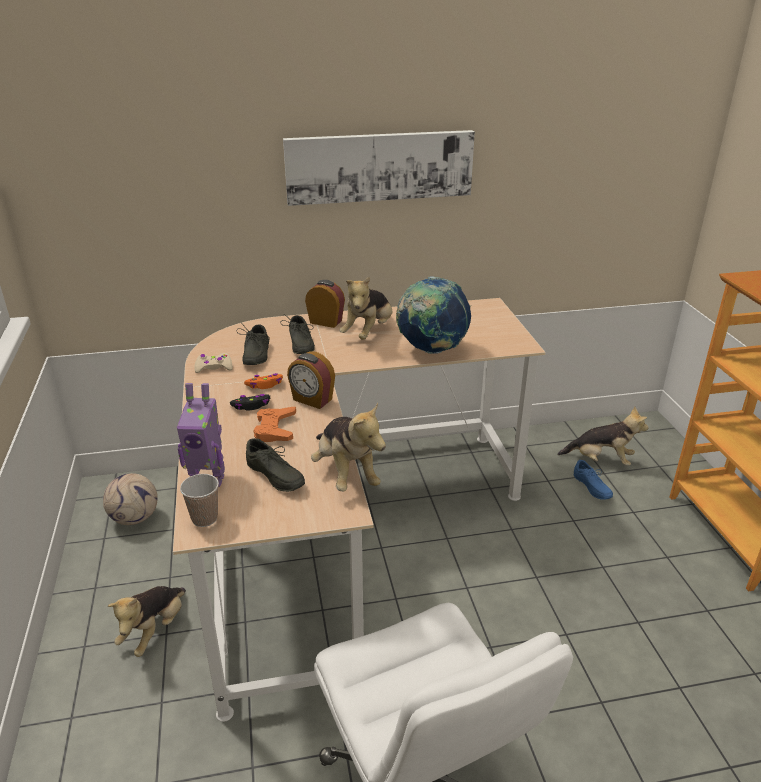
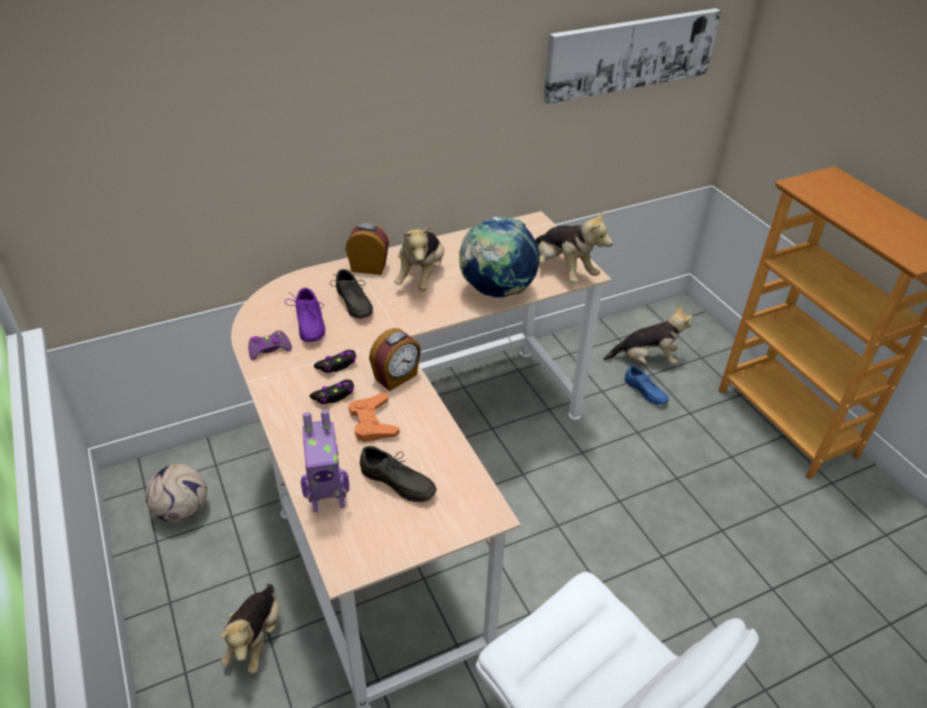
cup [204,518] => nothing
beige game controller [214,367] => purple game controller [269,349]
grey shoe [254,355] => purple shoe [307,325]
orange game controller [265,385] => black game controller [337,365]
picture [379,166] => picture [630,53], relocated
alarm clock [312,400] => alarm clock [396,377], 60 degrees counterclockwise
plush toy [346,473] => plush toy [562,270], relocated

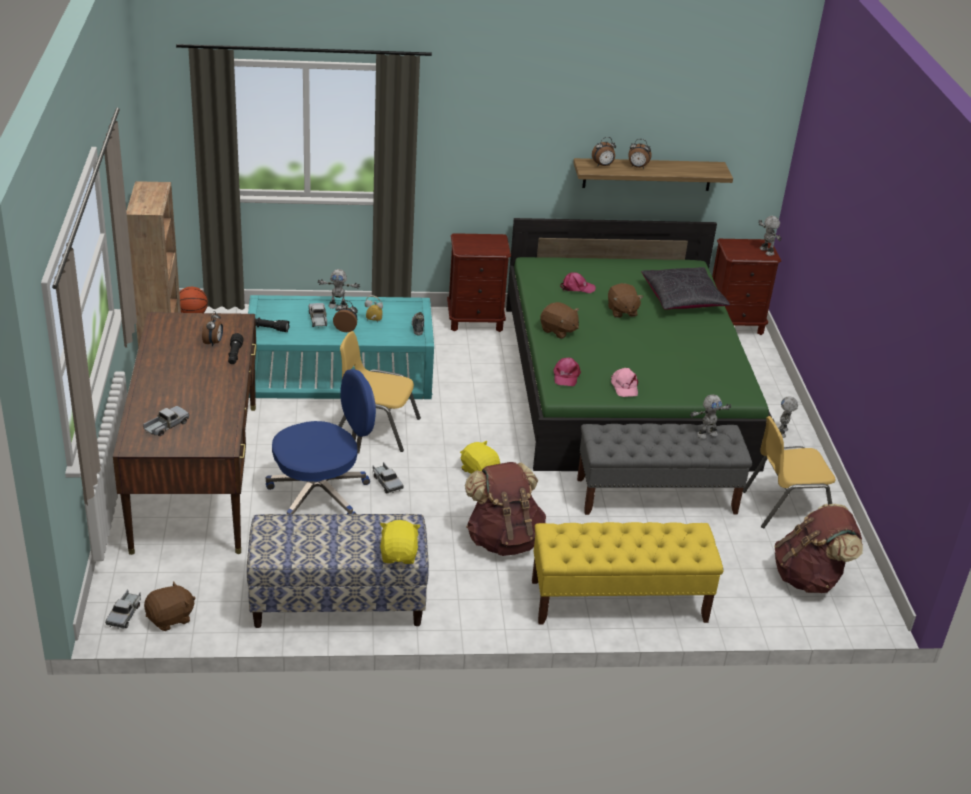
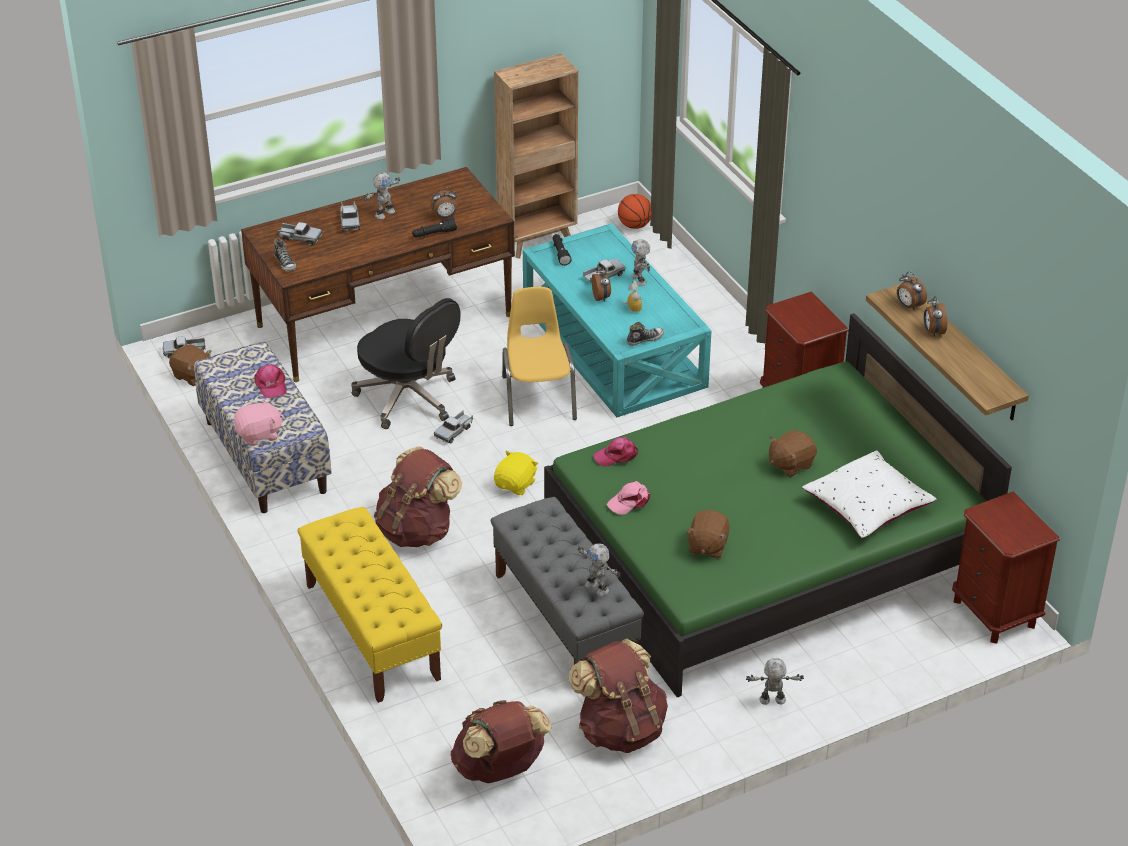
blue office chair [321,493] => black office chair [409,398]
yellow plush toy [399,555] => pink plush toy [259,435]
brown plush toy [558,330] => brown plush toy [707,546], relocated
pink cap [577,288] => pink cap [270,385], relocated
black pillow [682,299] => white pillow [867,506]
yellow chair [786,506] => brown backpack [620,729]
toy robot [766,251] => toy robot [384,213], relocated
nothing => shoe [285,263]
nothing => toy truck [350,221]

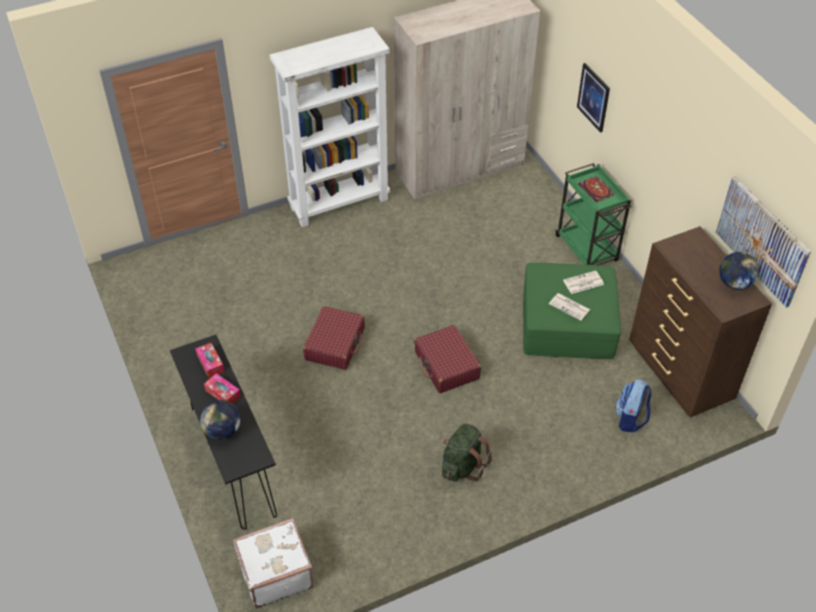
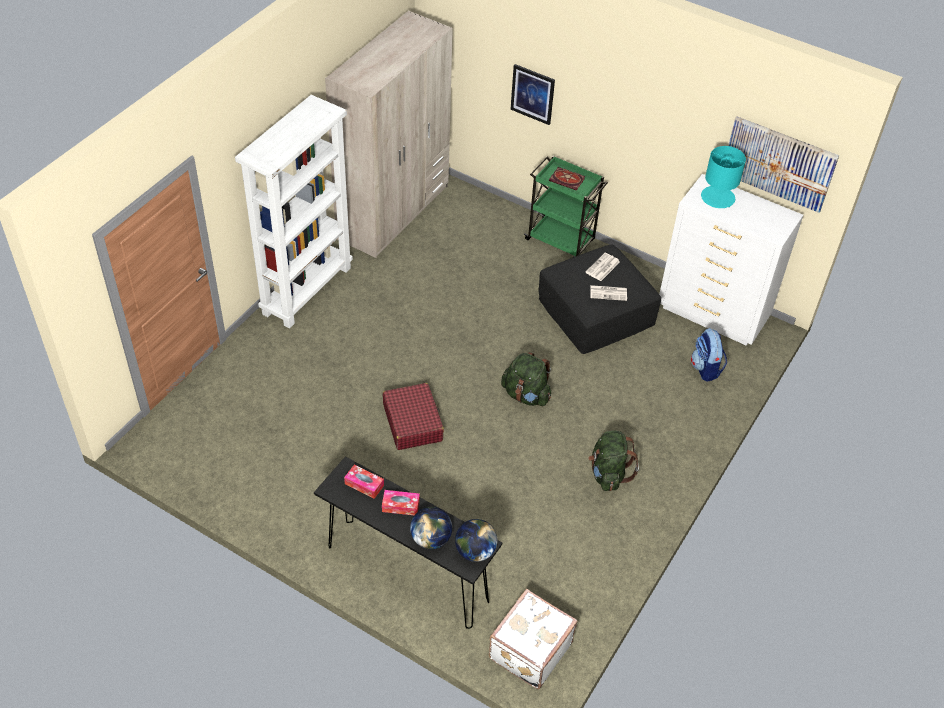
red suitcase [446,366] => green backpack [526,395]
green ottoman [568,323] => black ottoman [596,312]
brown dresser [679,374] => white dresser [713,314]
globe [734,283] => globe [475,551], relocated
nothing => turquoise table lamp [718,197]

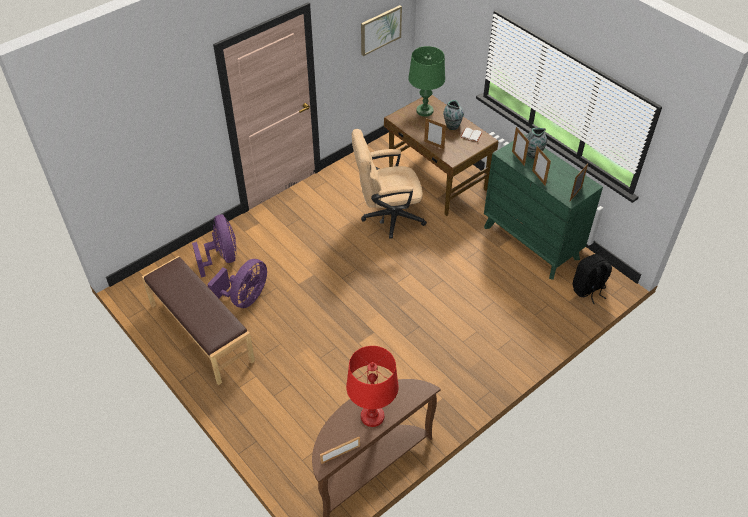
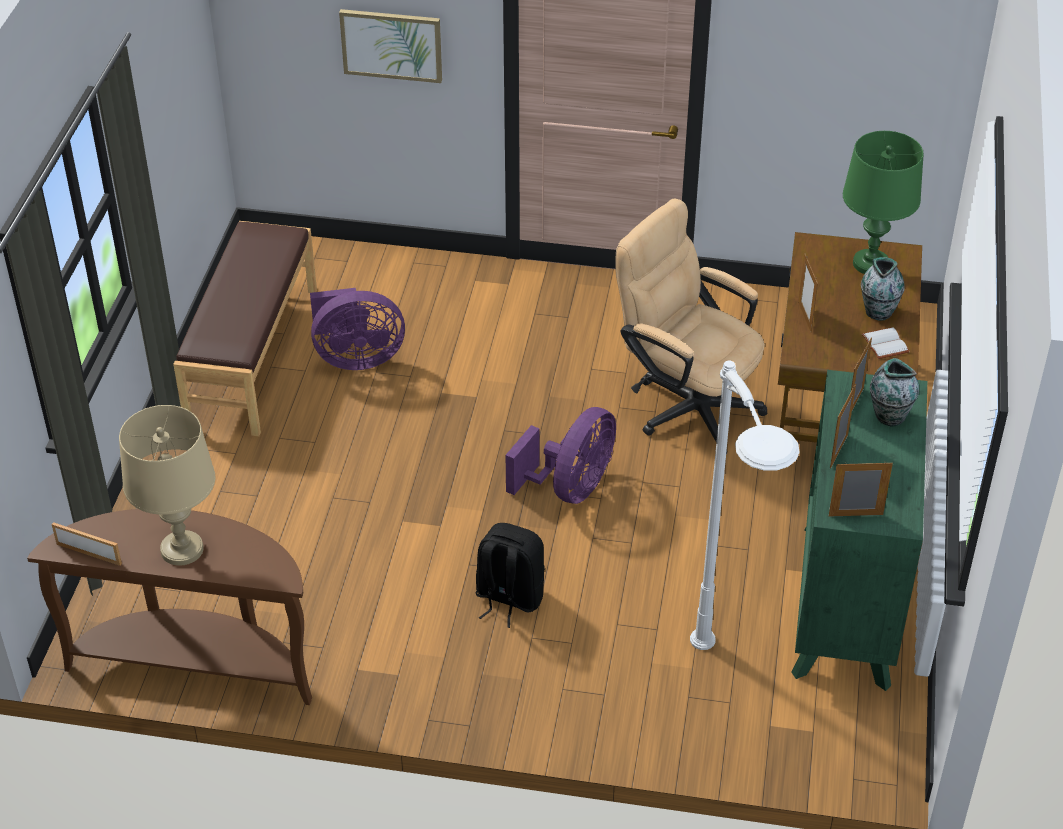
purple fan [222,258] => purple fan [570,488], relocated
red table lamp [372,416] => beige table lamp [182,549]
picture [380,30] => picture [391,44], relocated
black backpack [588,290] => black backpack [508,598], relocated
nothing => white floor lamp [724,704]

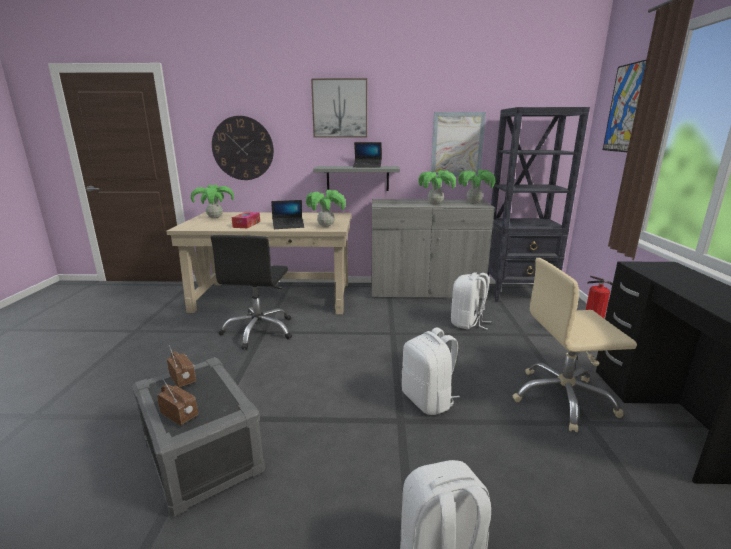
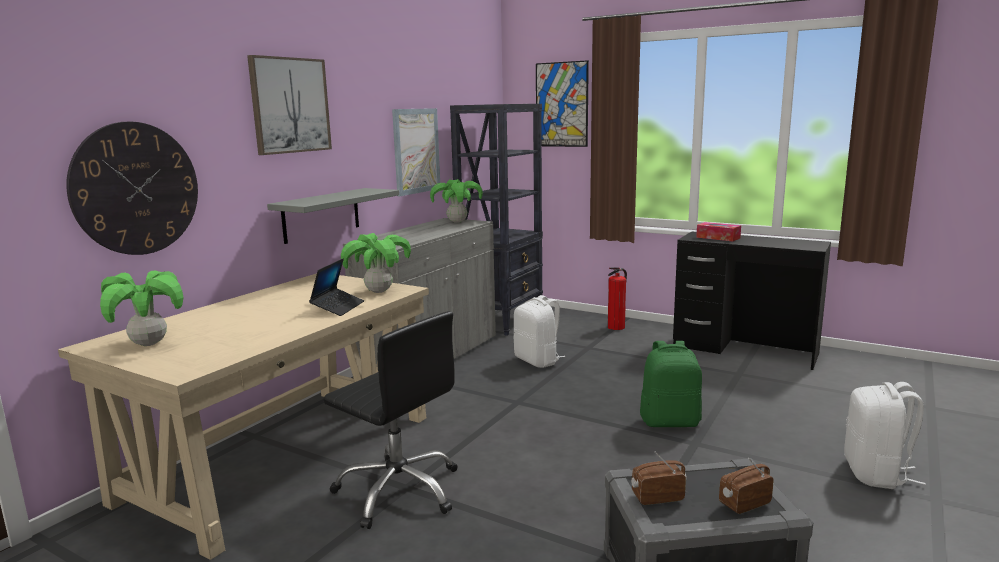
tissue box [246,224] => tissue box [718,237], relocated
laptop [367,166] => nothing
white backpack [428,400] => green backpack [670,421]
potted plant [435,204] => nothing
beige office chair [562,399] => nothing

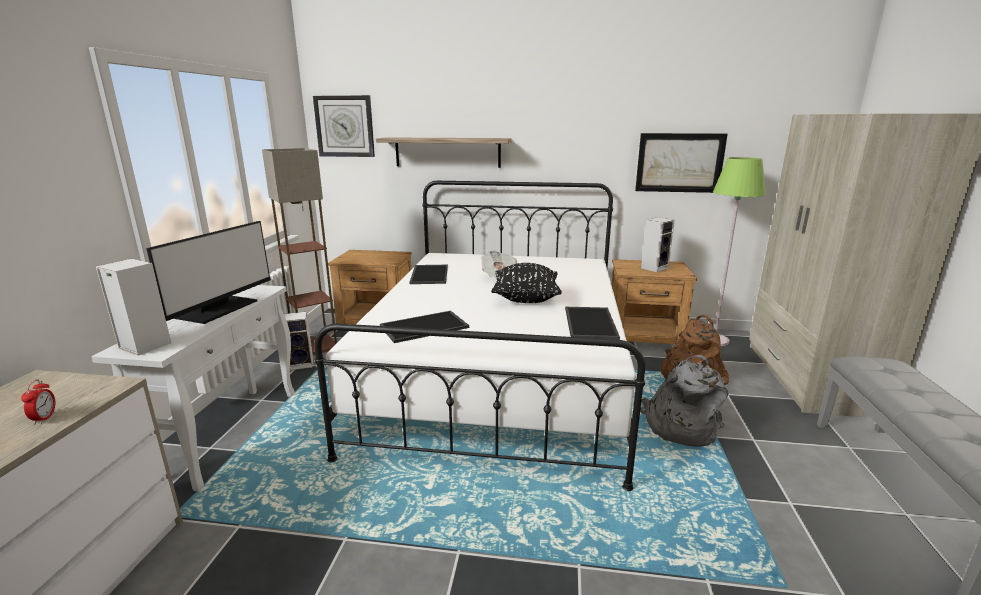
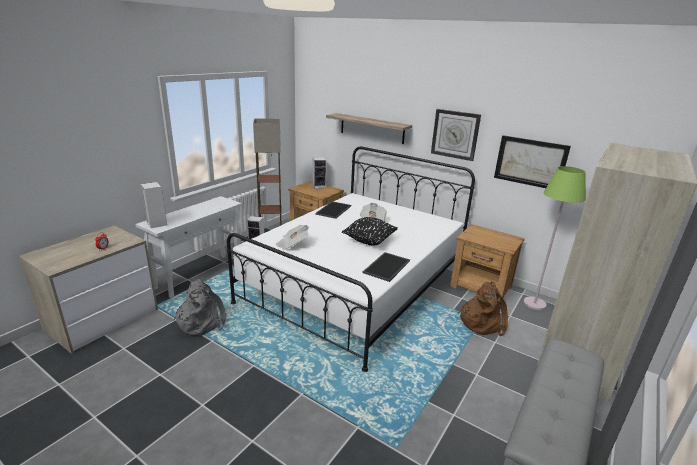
monitor [218,309] => nothing
wall clock [344,126] => wall clock [455,134], relocated
tray [424,327] => newspaper [292,244]
grey backpack [679,427] => grey backpack [202,321], relocated
speaker [654,268] => speaker [319,186], relocated

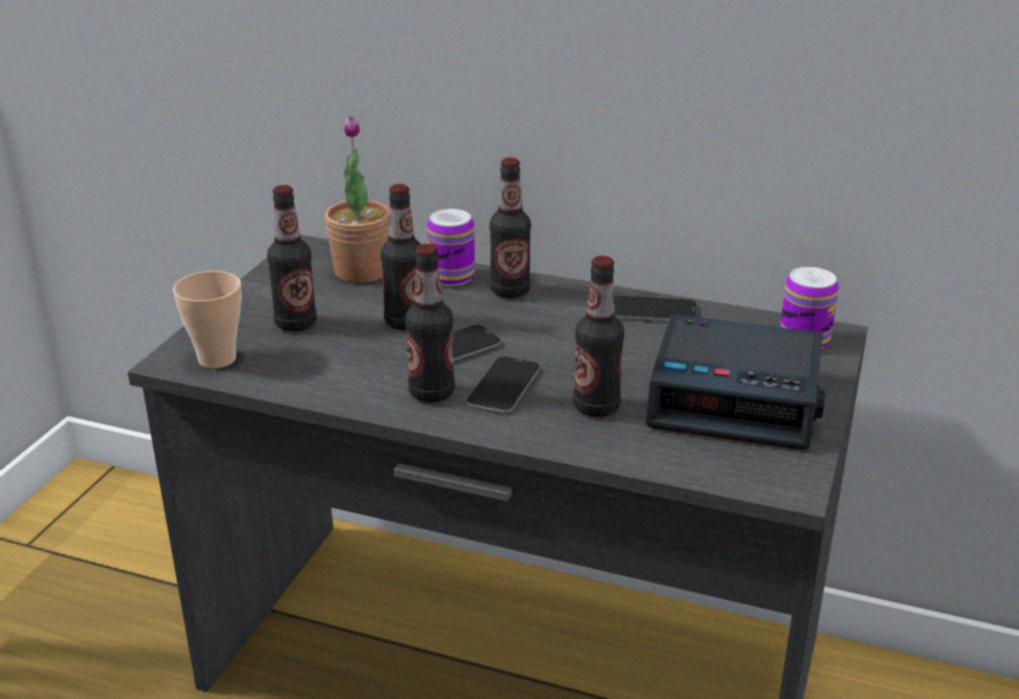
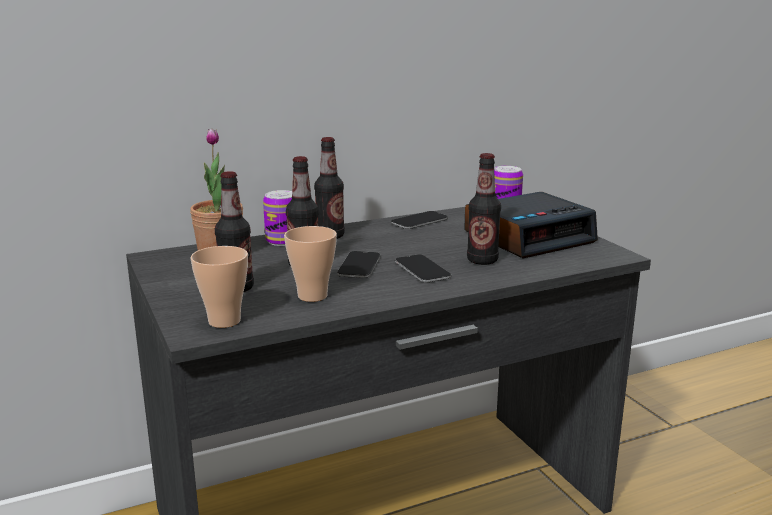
bottle [431,393] => nothing
nothing => cup [312,296]

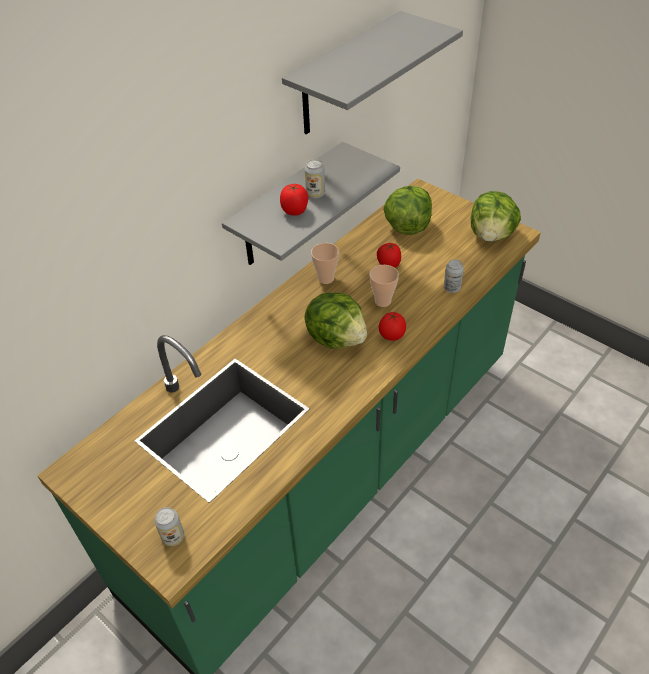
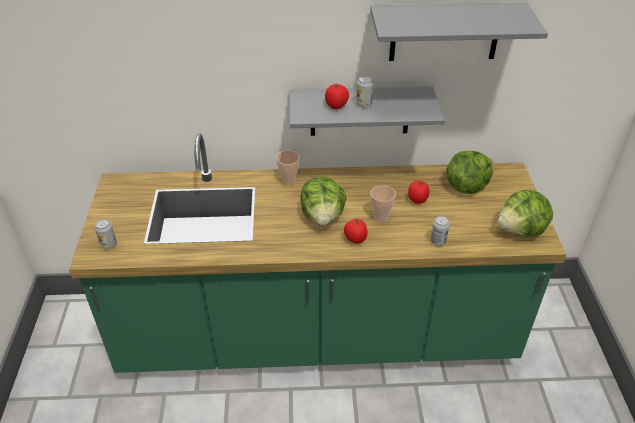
cup [326,278] => cup [288,181], relocated

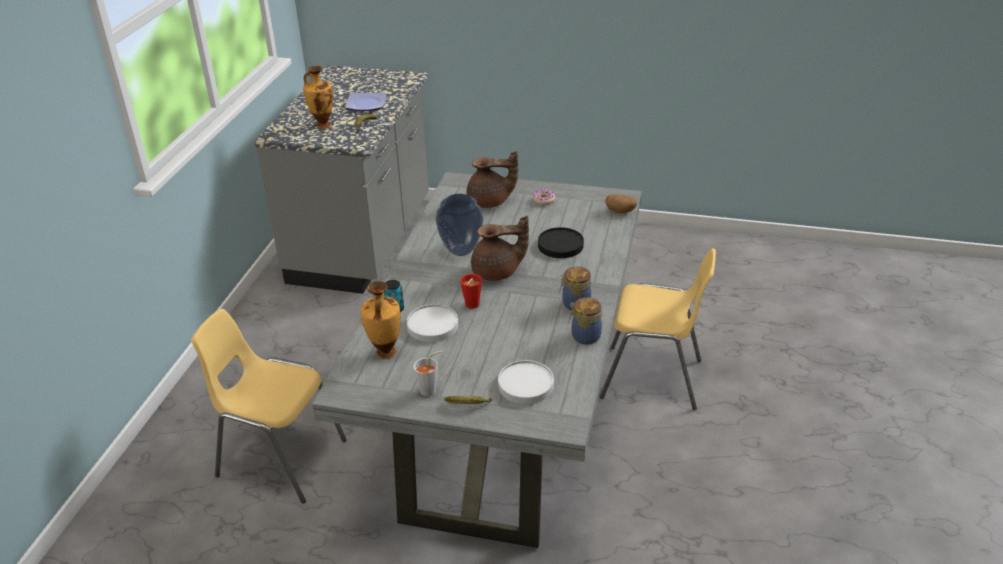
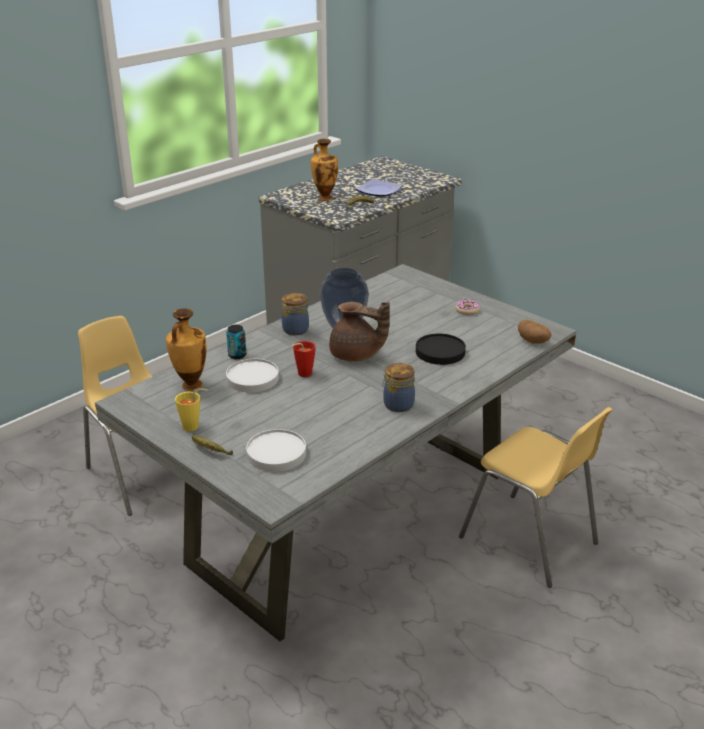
grey cup [431,390] => yellow cup [194,427]
brown teapot [490,202] => nothing
jar [584,336] => jar [294,329], relocated

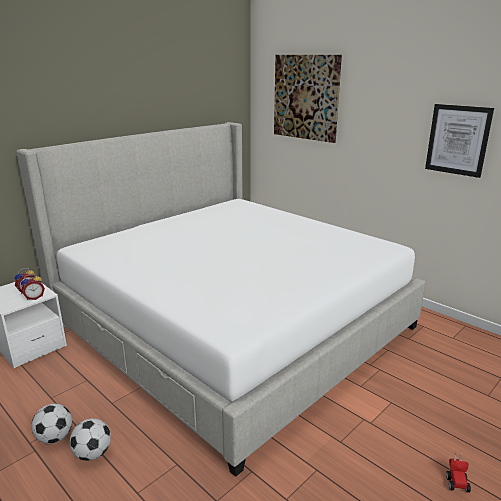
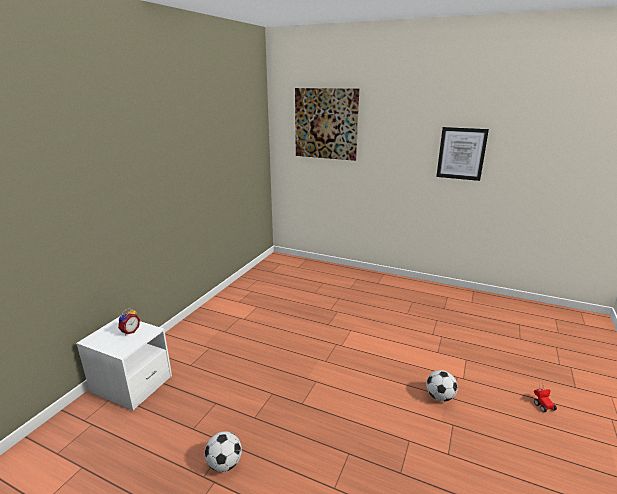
bed [232,325] => nothing
alarm clock [34,297] => nothing
football [93,453] => football [439,397], relocated

